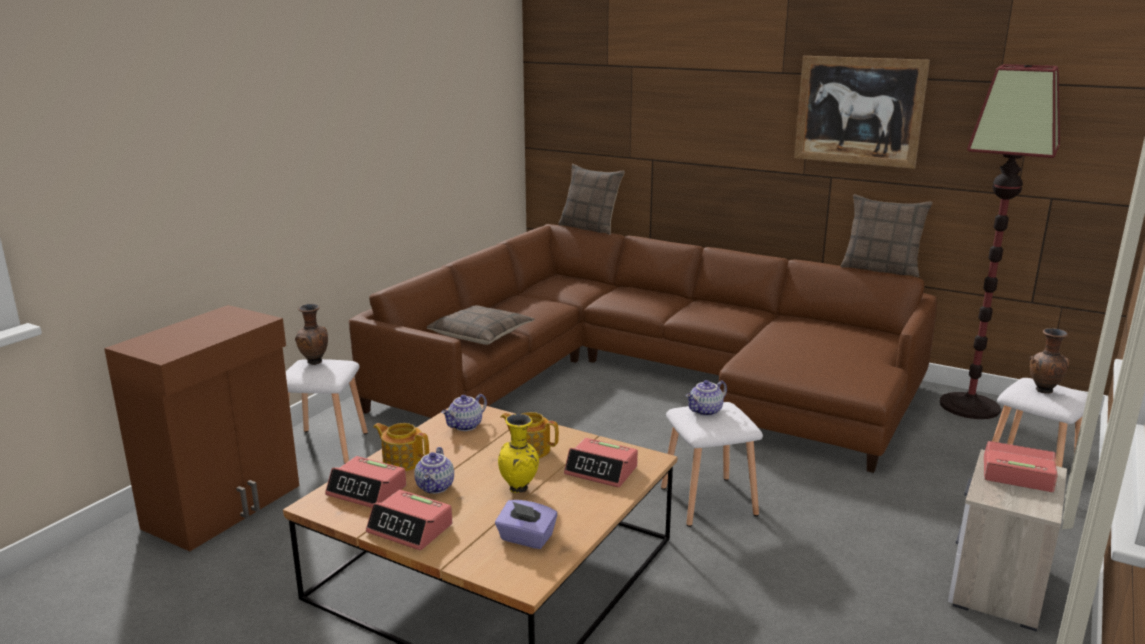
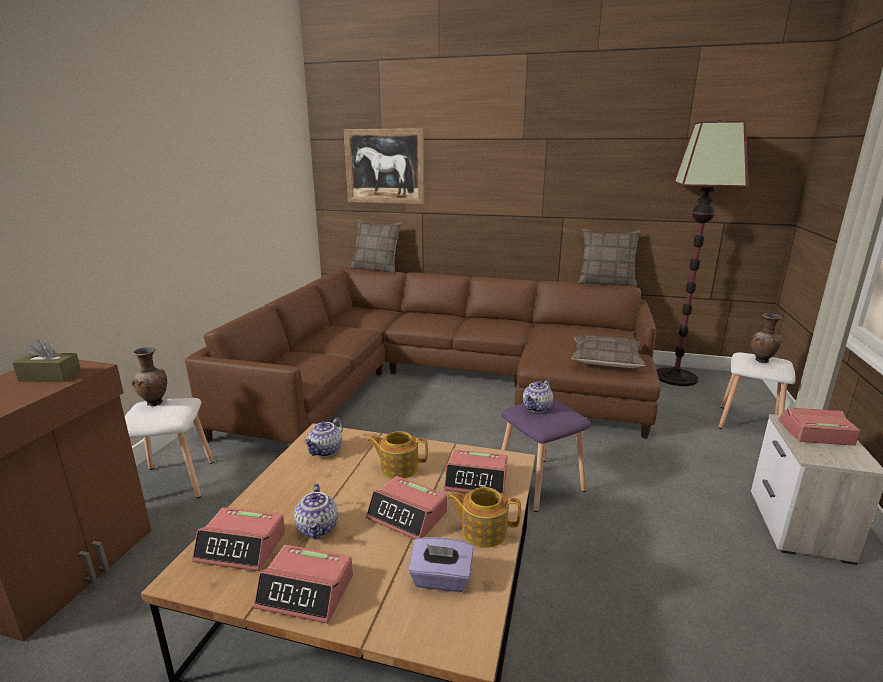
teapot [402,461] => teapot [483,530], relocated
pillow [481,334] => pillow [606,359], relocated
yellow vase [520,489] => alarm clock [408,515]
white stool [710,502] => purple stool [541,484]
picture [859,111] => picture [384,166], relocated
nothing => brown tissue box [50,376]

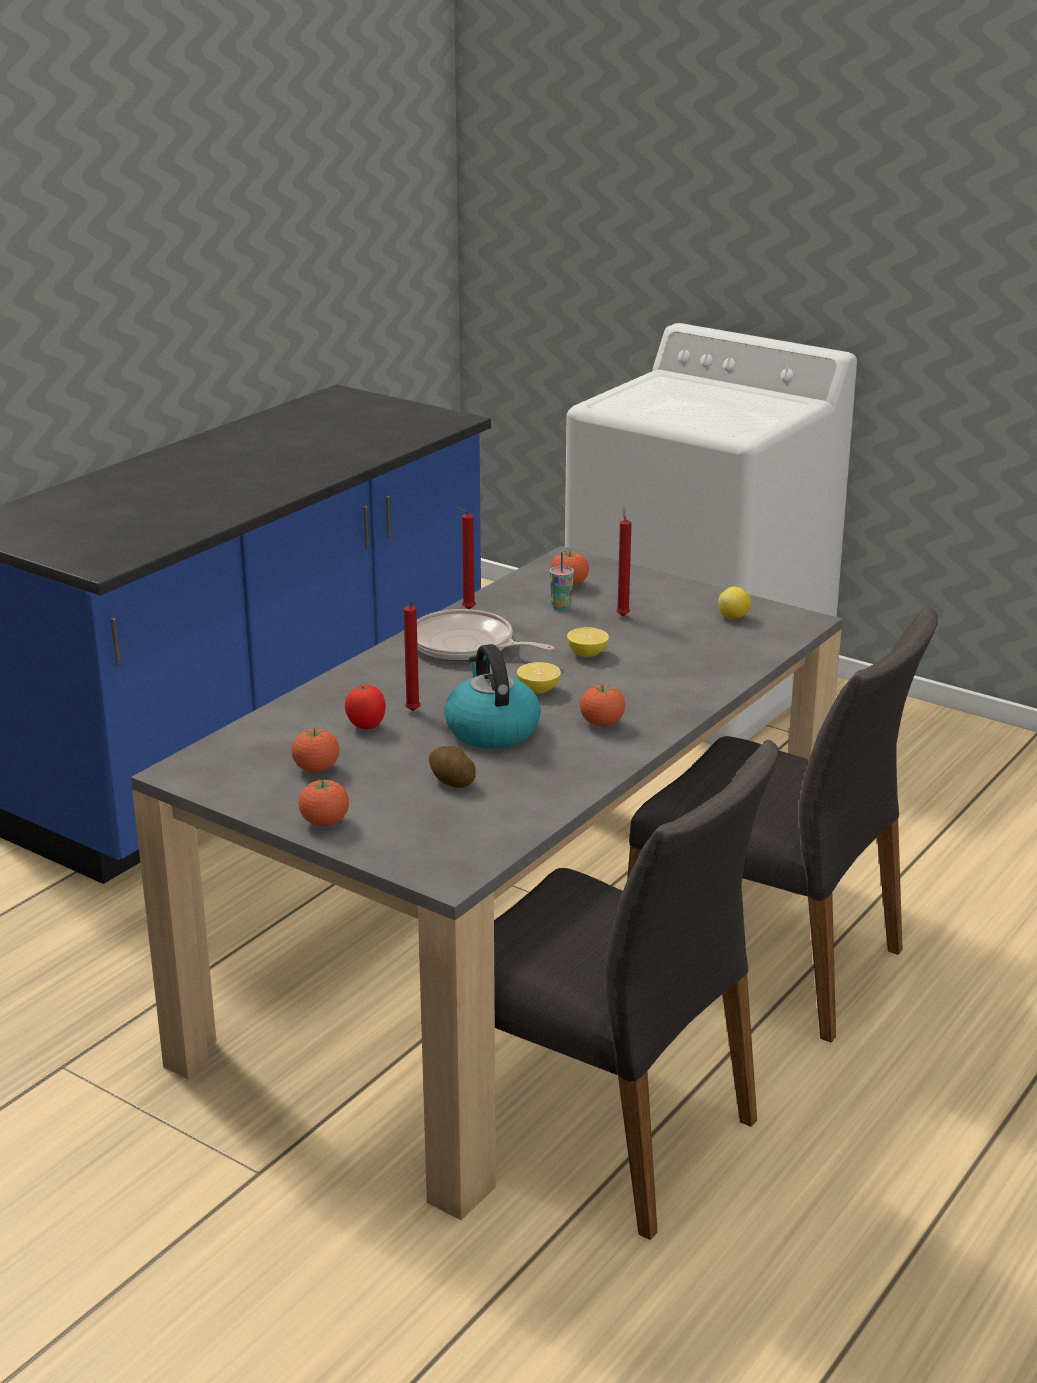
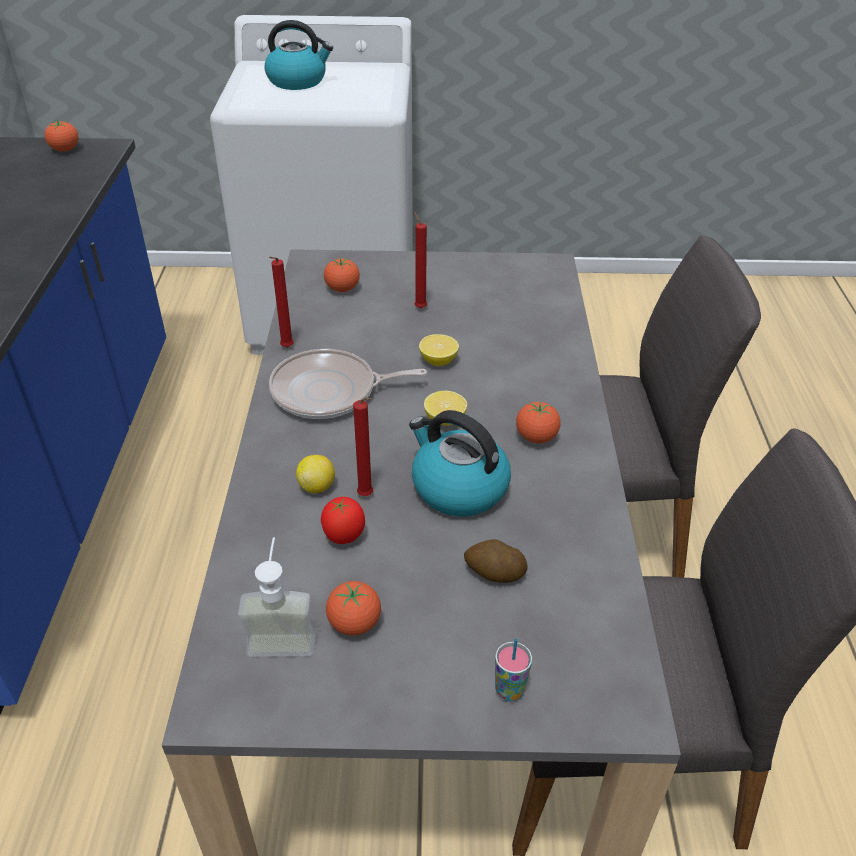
tomato [324,822] => tomato [65,150], relocated
cup [561,607] => cup [509,690], relocated
lemon [734,617] => lemon [317,486], relocated
nothing => soap dispenser [282,634]
nothing => kettle [298,81]

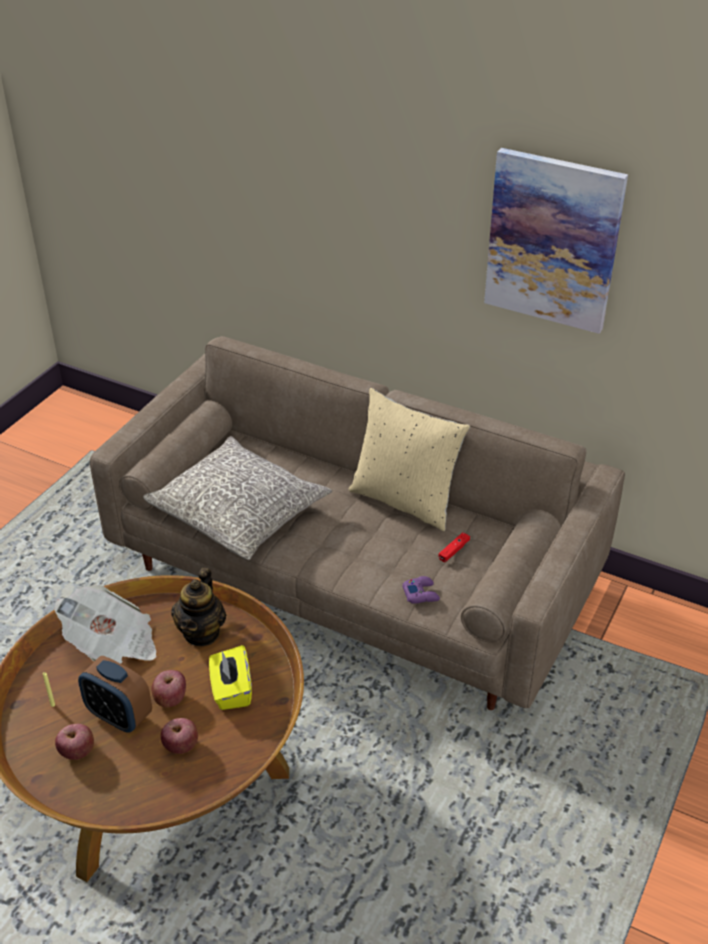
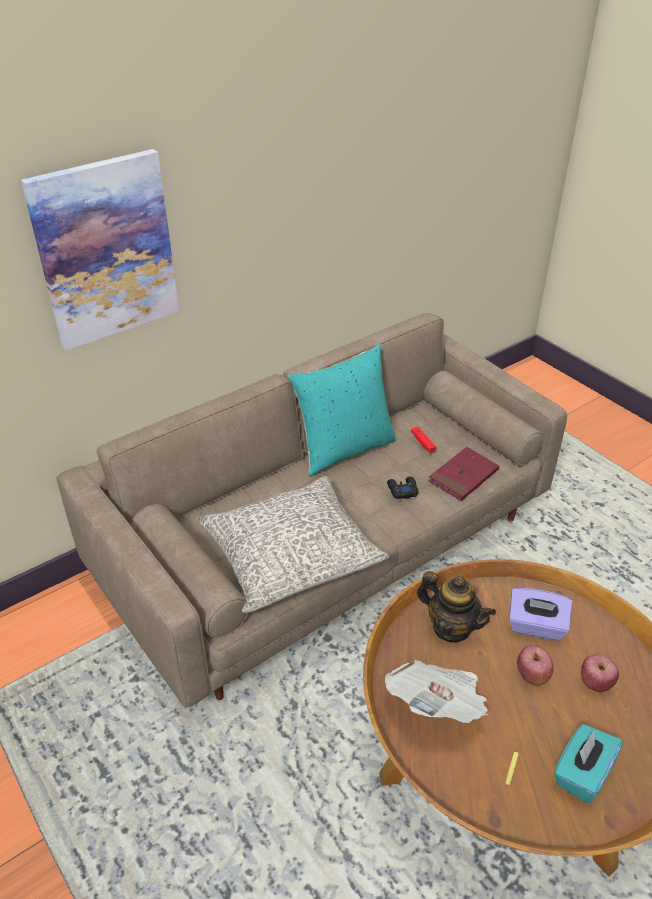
apple [77,752] => turquoise tissue box [582,773]
alarm clock [119,716] => nothing
yellow tissue box [231,690] => purple tissue box [536,626]
beige pillow [405,500] => turquoise pillow [344,449]
purple game controller [421,594] => red book [463,476]
picture [553,240] => picture [105,250], relocated
nothing => black game controller [402,490]

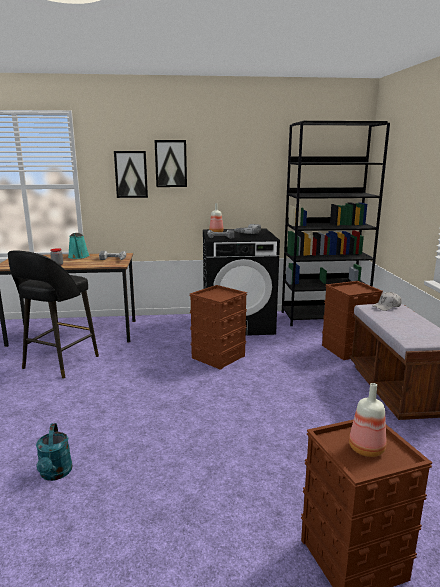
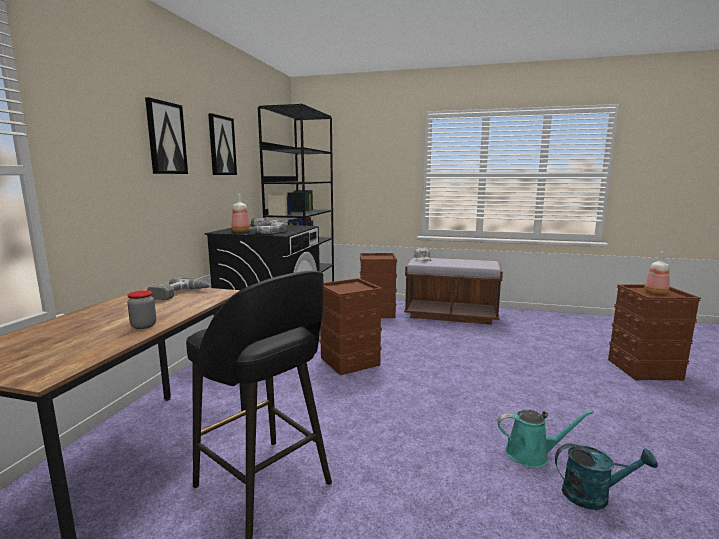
turquoise watering can [78,257] => turquoise watering can [531,454], relocated
picture [131,174] => picture [221,146], relocated

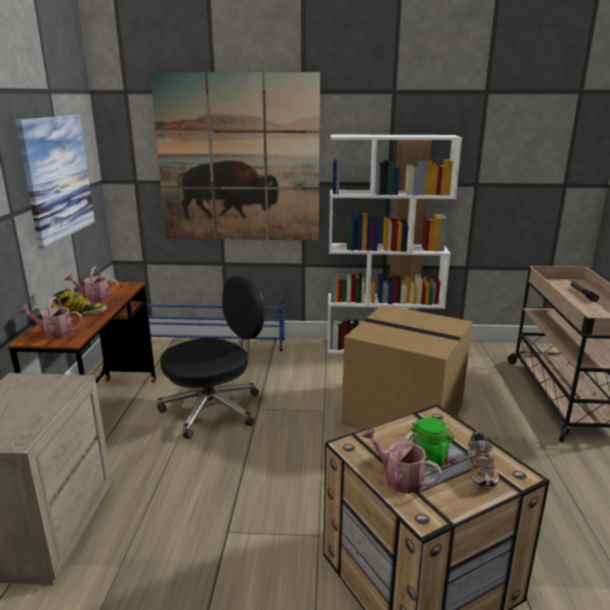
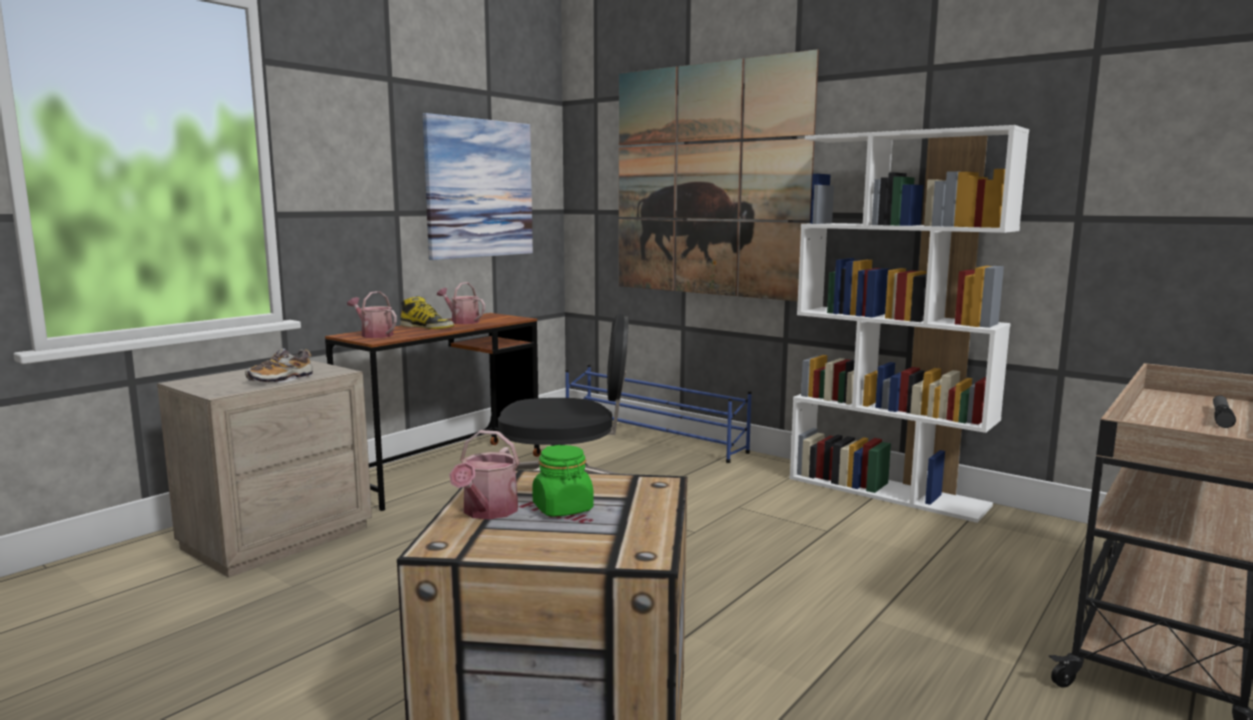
cardboard box [405,413] => nothing
watering can [399,478] => watering can [487,512], 150 degrees counterclockwise
shoe [480,470] => shoe [281,379], relocated

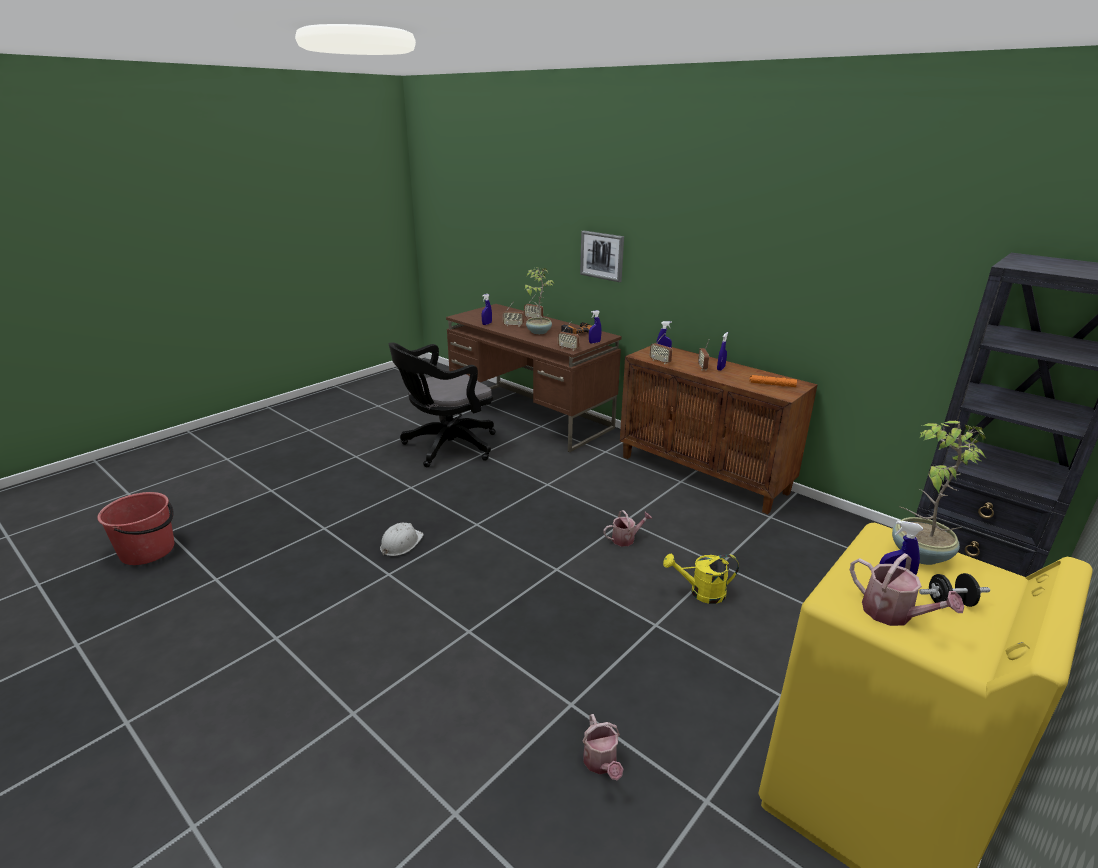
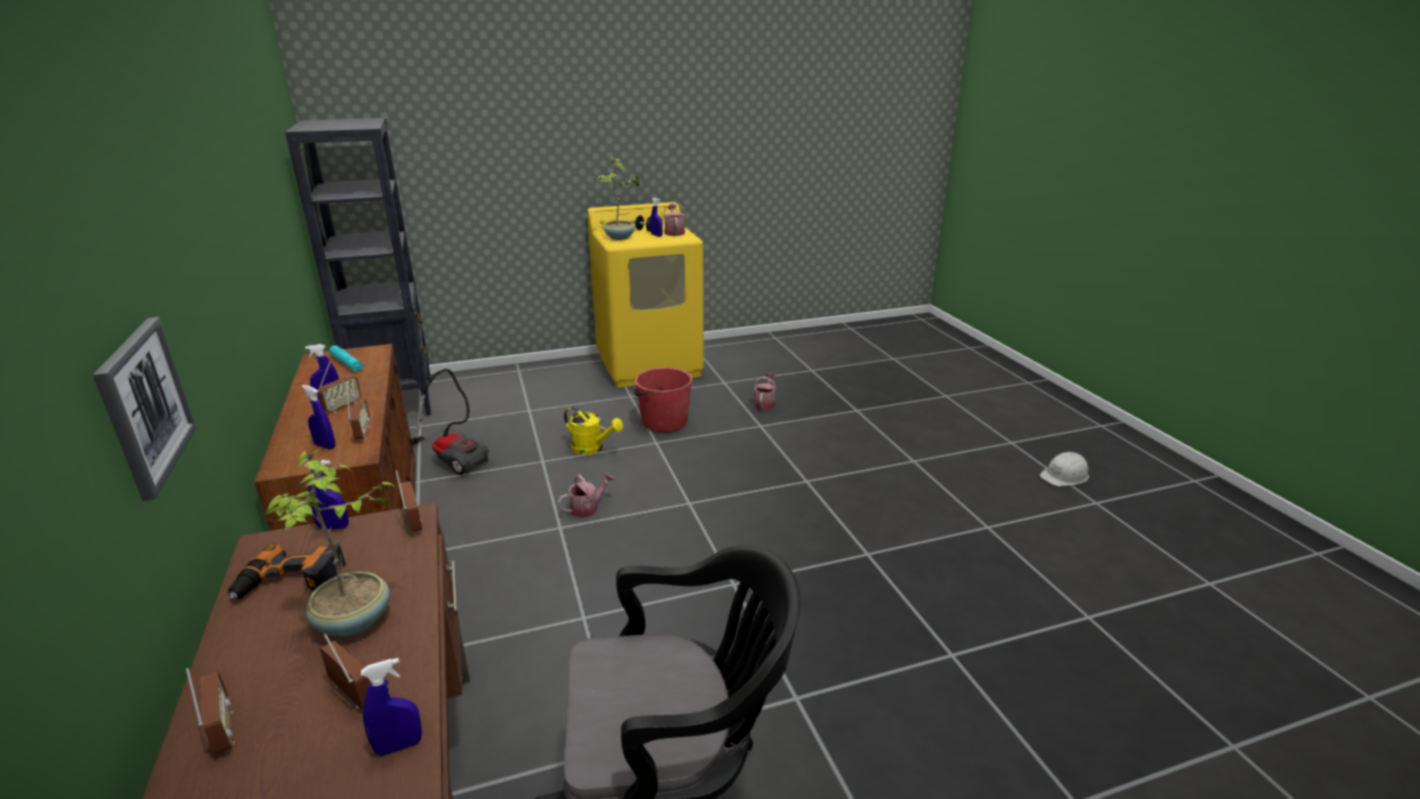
red bucket [148,550] => red bucket [664,422], relocated
white hard hat [401,543] => white hard hat [1065,476], relocated
watering can [626,539] => watering can [587,508], 135 degrees clockwise
orange flashlight [772,384] => turquoise flashlight [347,363]
nothing => vacuum cleaner [452,457]

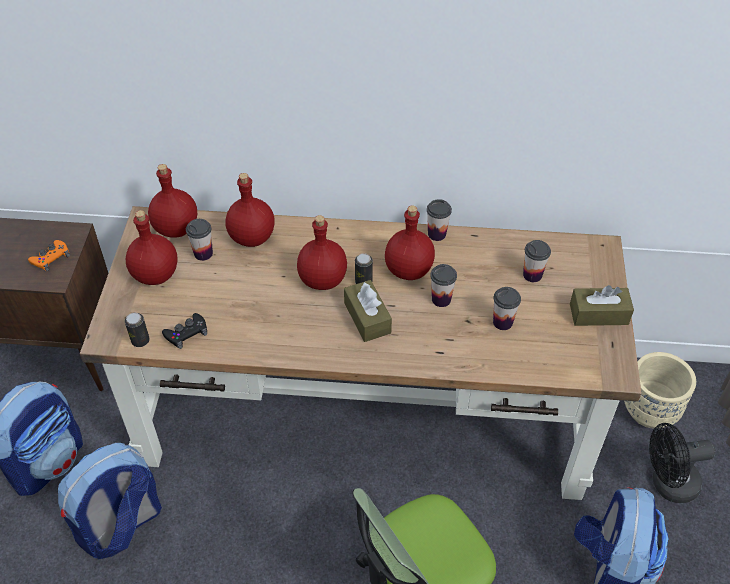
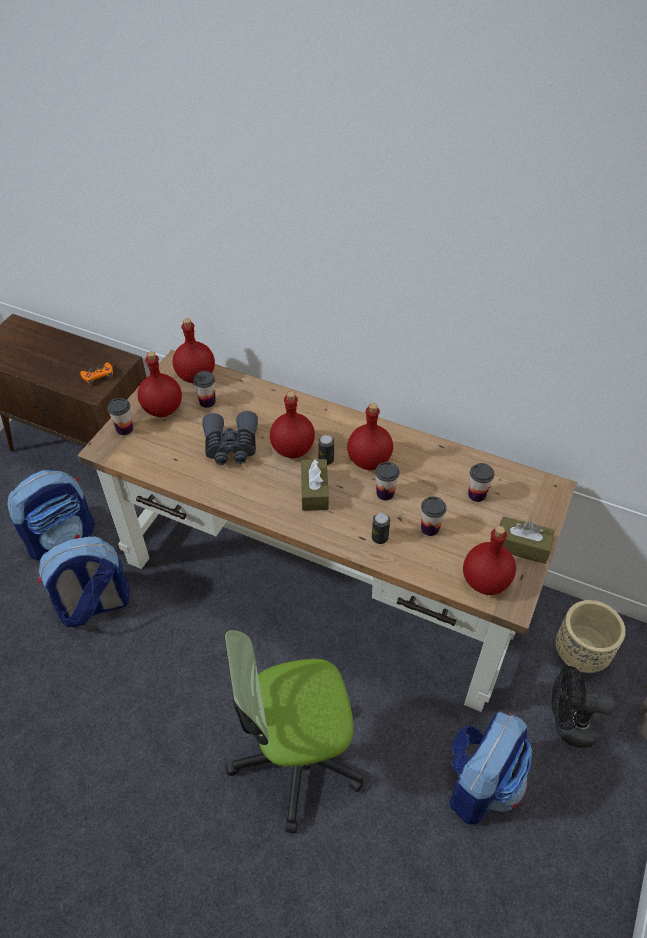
can [140,340] => can [379,538], relocated
black game controller [186,333] => nothing
red bottle [251,237] => red bottle [485,580], relocated
cup [437,234] => cup [124,429], relocated
nothing => grey binoculars [231,446]

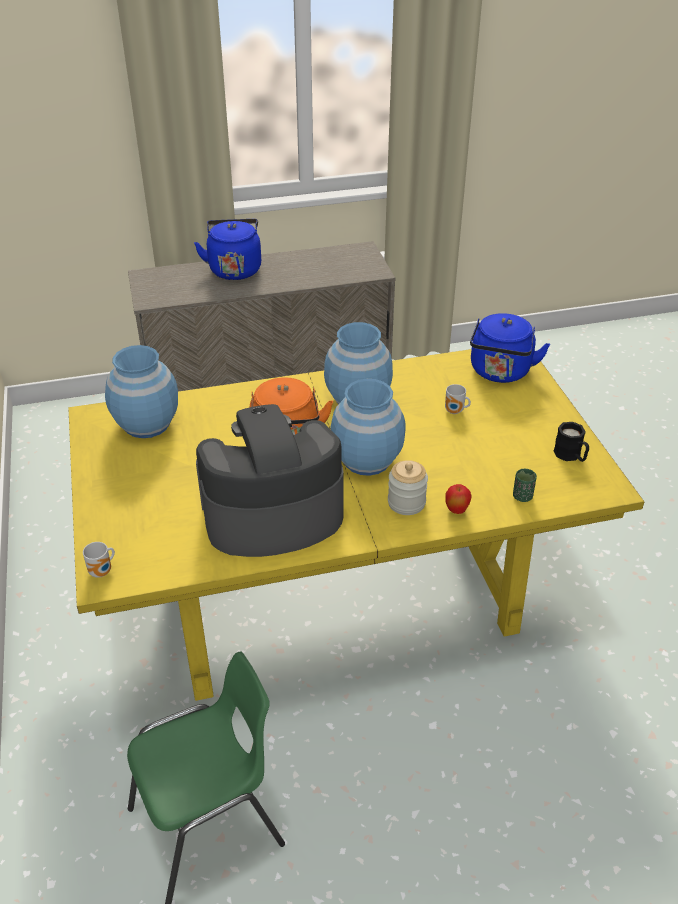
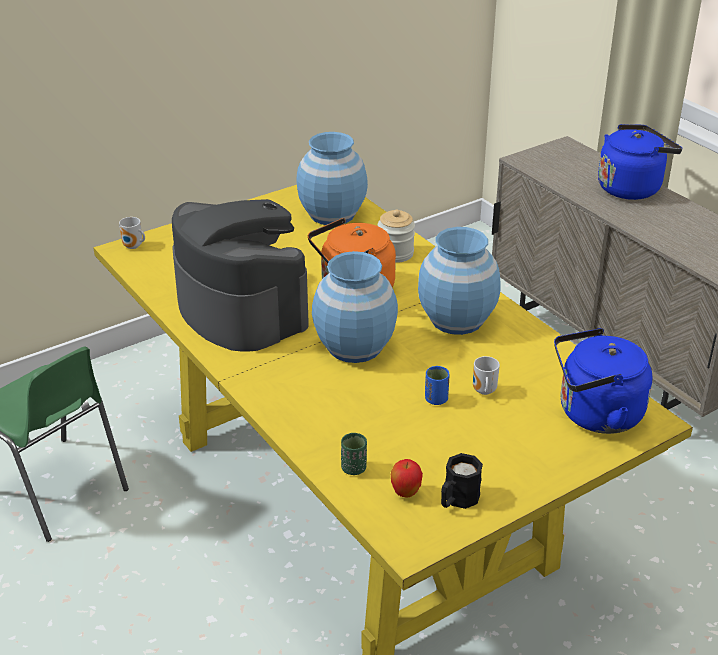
jar [406,503] => jar [395,253], relocated
apple [456,510] => apple [405,493], relocated
nothing => blue cup [436,399]

